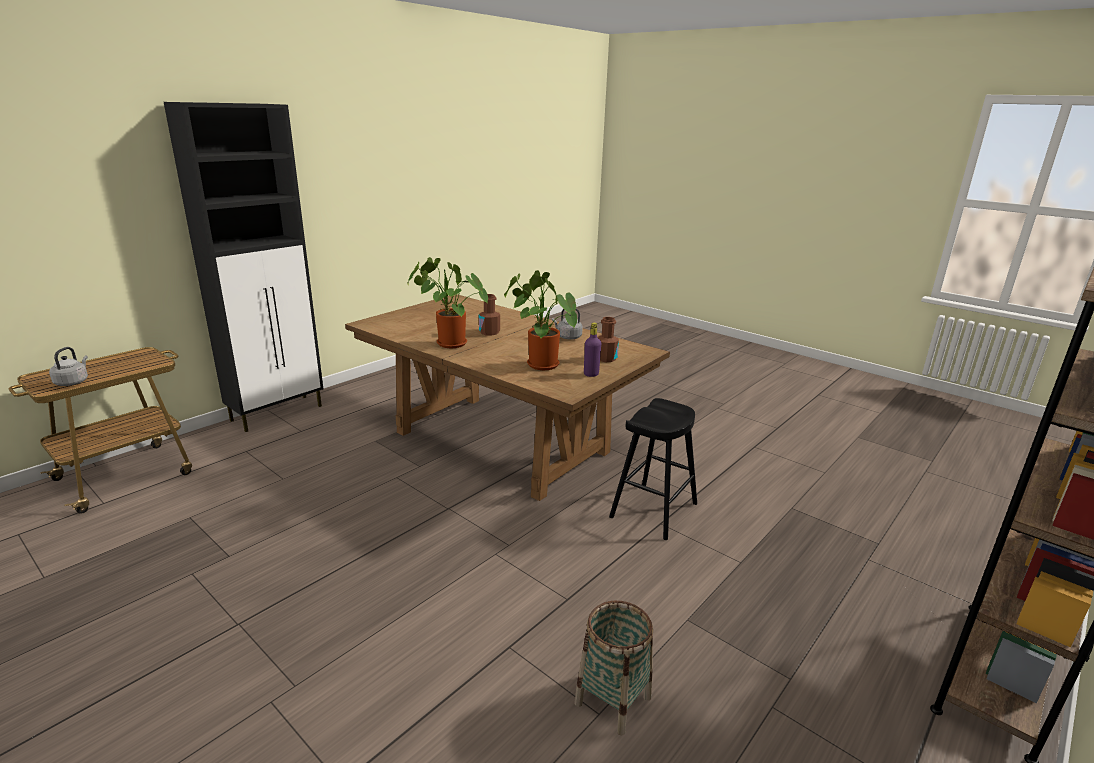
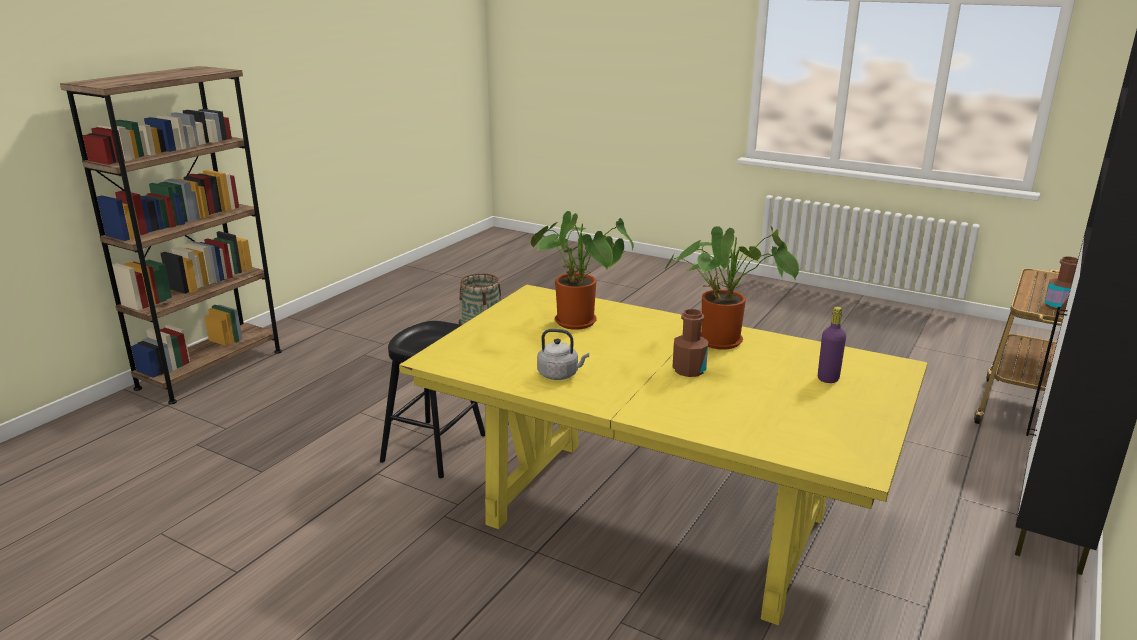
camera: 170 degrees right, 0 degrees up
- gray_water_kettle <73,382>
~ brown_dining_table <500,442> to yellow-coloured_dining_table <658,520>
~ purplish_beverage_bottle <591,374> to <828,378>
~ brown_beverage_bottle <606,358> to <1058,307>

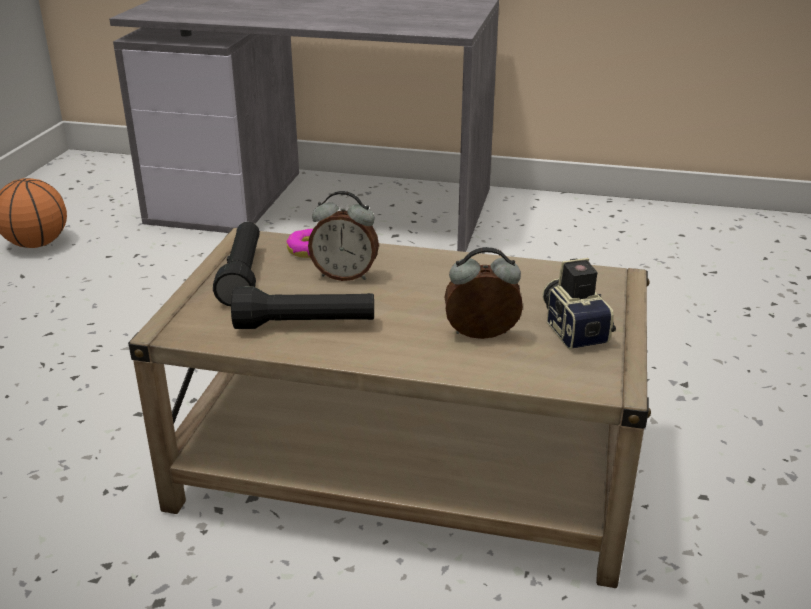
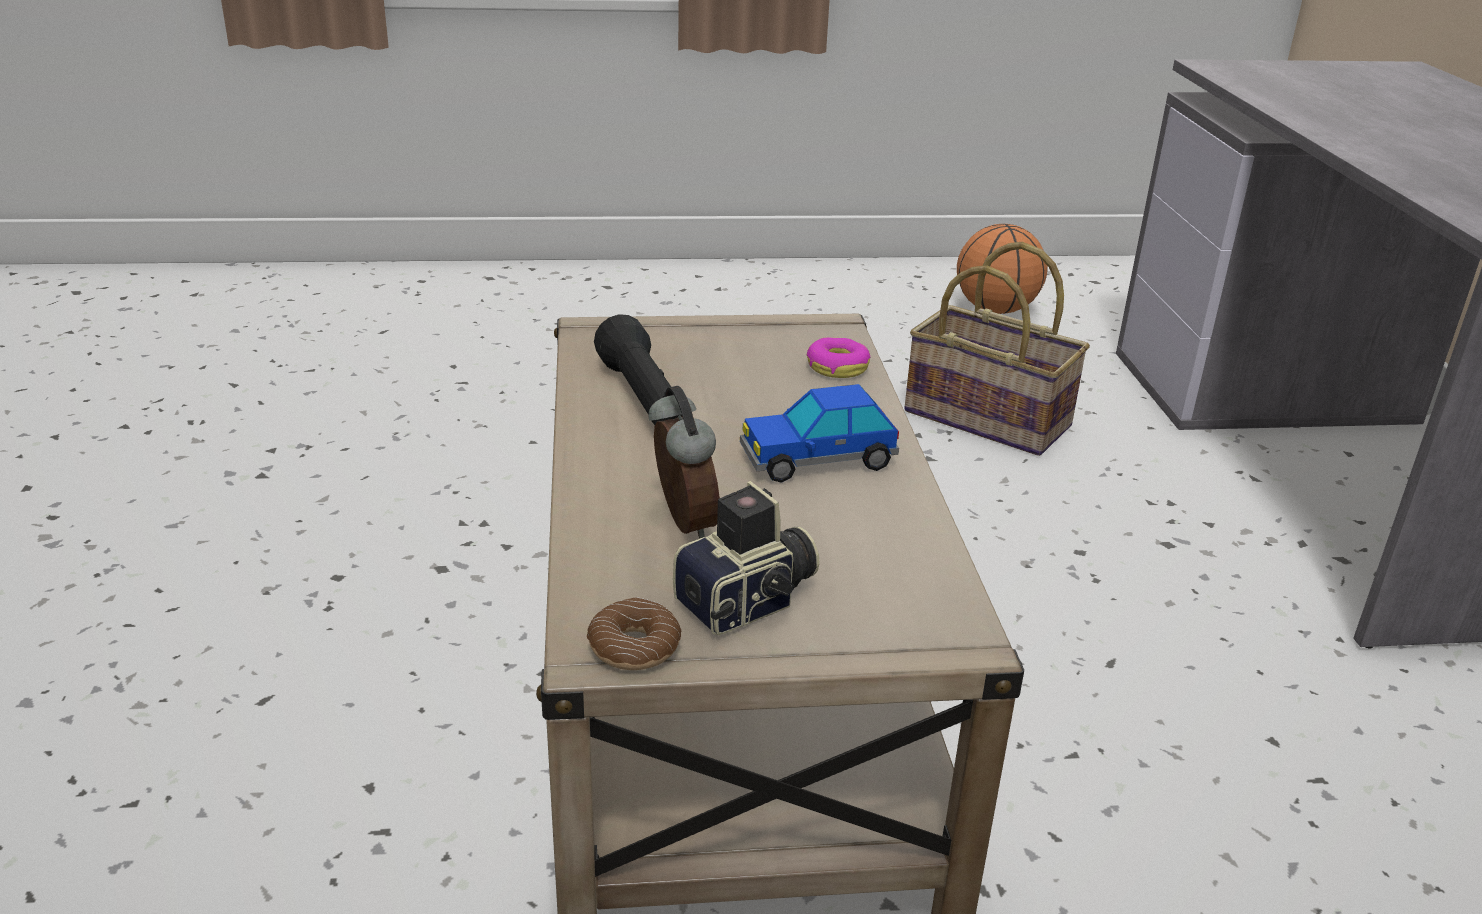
camera: 70 degrees right, 0 degrees up
- black_flashlight <243,275>
- bedside_clock <345,275>
+ donut <634,647>
+ miniature_car <817,459>
+ storage_basket <989,418>

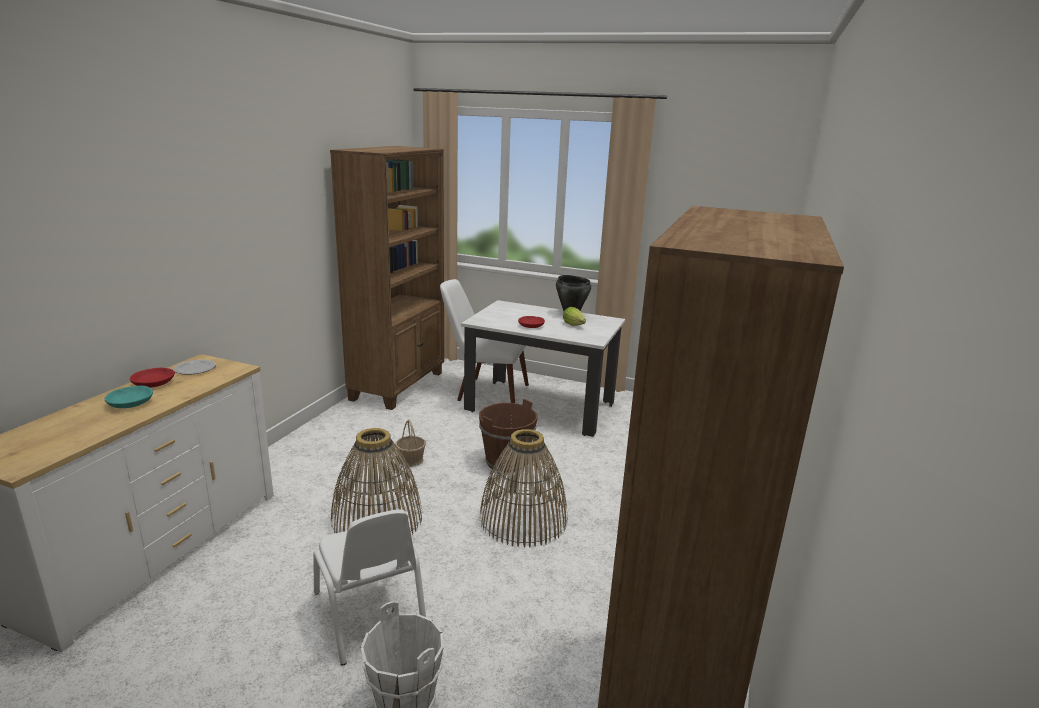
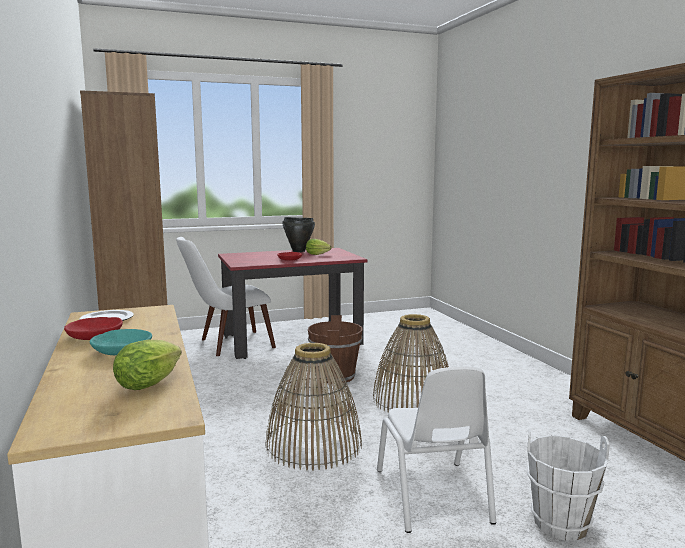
camera: 40 degrees left, 10 degrees down
~ whitish_upright_chair <370,613> = <432,496> 60 degrees clockwise
- storage_basket <411,460>
~ whitish_dining_table <540,407> to red_dining_table <292,340>
+ lettuce <152,383>

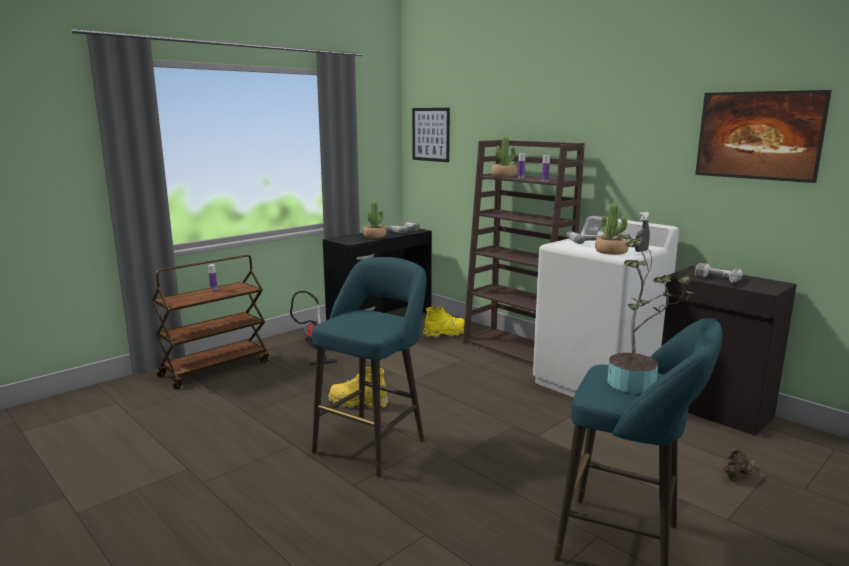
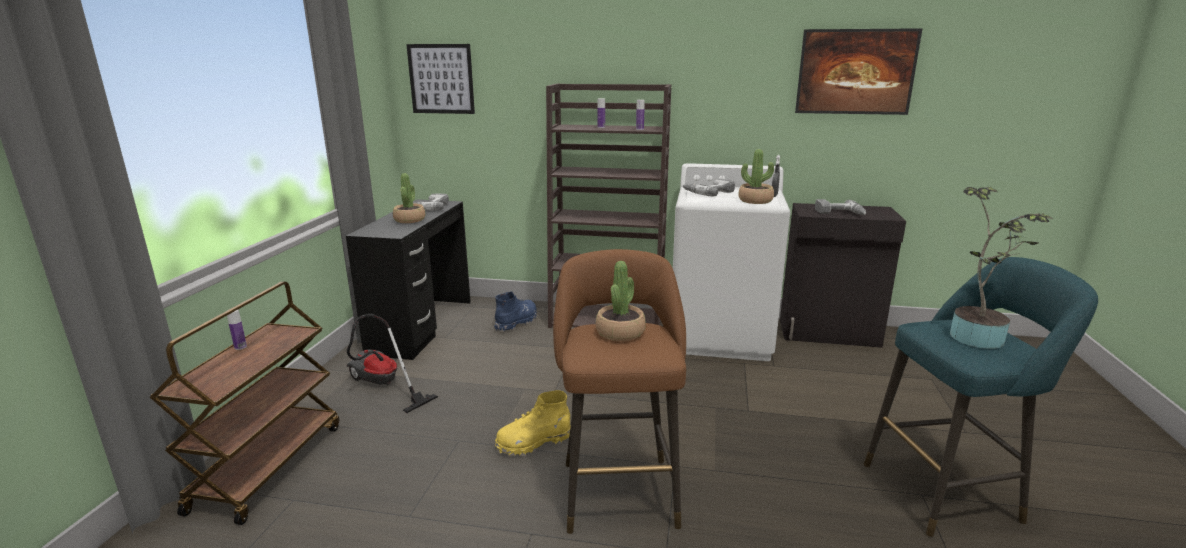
camera: 35 degrees left, 5 degrees up
~ turquoise-coloured_stool <373,443> to brown_stool <618,488>
~ yellow-coloured_boot <445,333> to blue_boot <517,322>
~ potted_plant <503,176> to <620,332>
- brown_shoe <737,475>

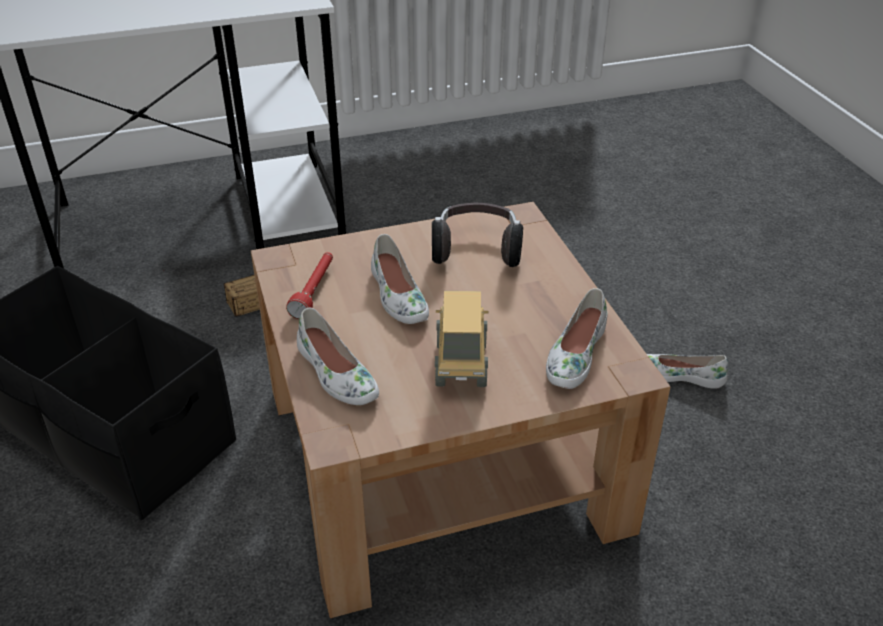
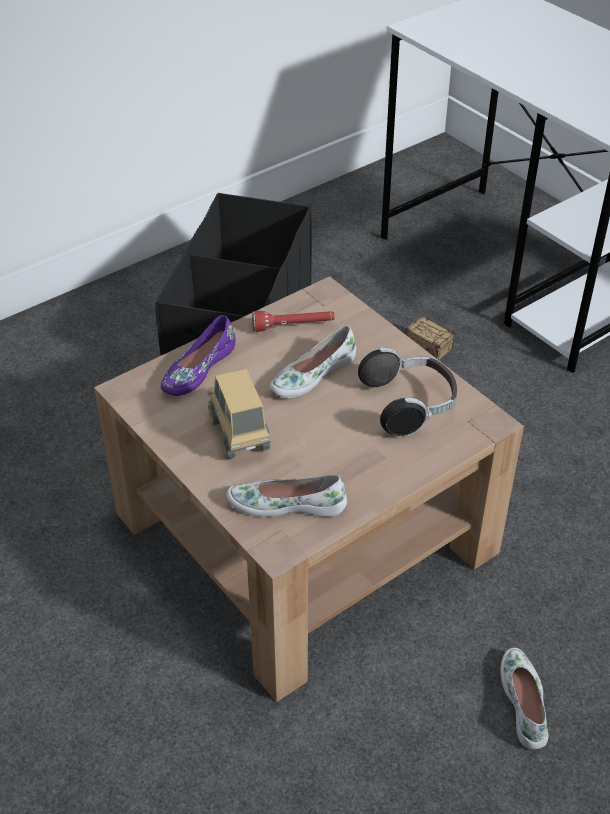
camera: 70 degrees right, 5 degrees up
~ whitish_shoe <335,374> to purplish_shoe <197,368>
~ toy_truck <461,365> = <239,435> 90 degrees counterclockwise

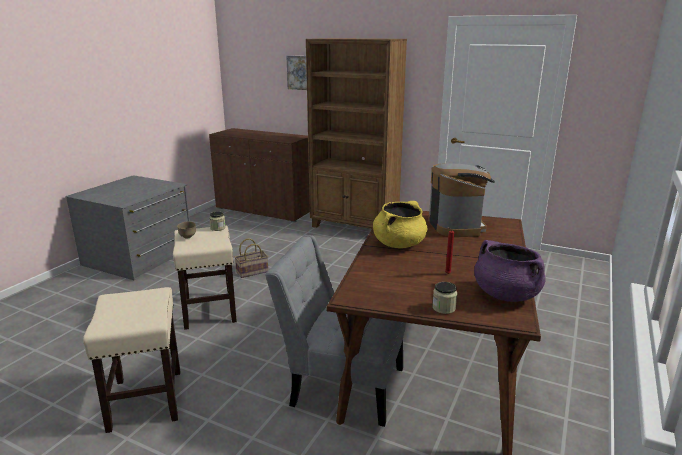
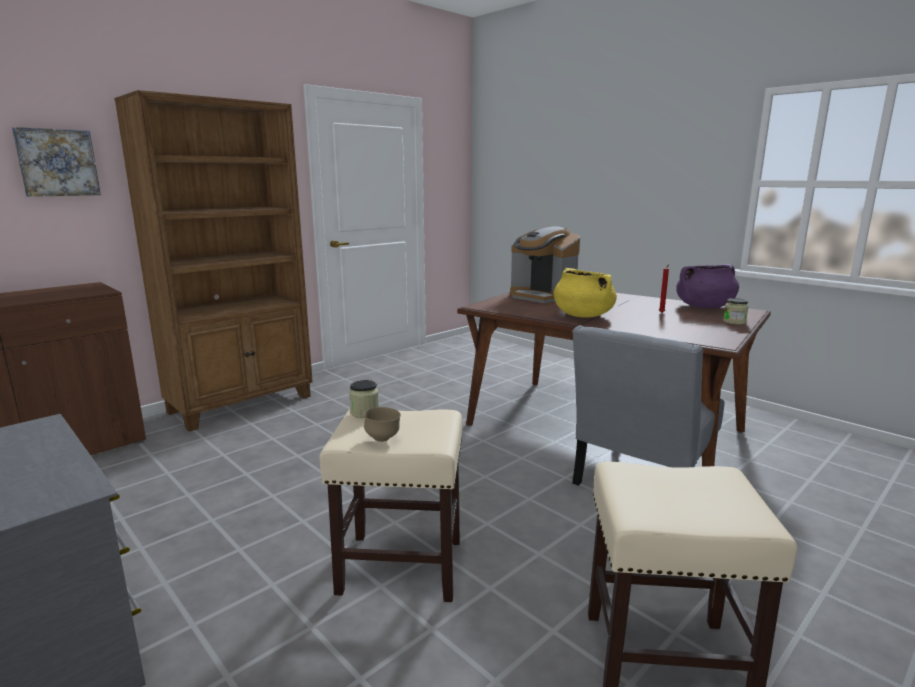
camera: 70 degrees left, 5 degrees down
- storage_basket <252,271>
~ coffee_brewer <456,226> = <542,297> 150 degrees counterclockwise

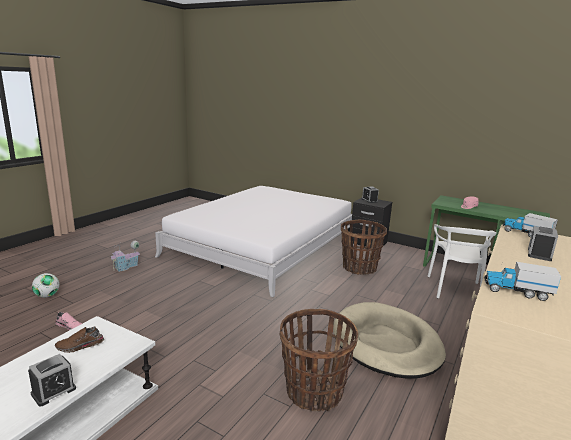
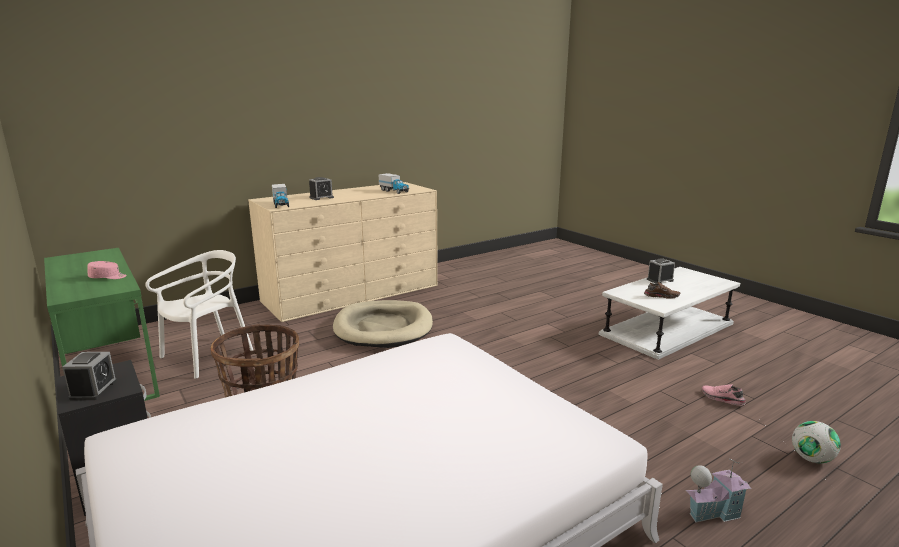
camera: 155 degrees left, 0 degrees up
- storage_basket <313,392>

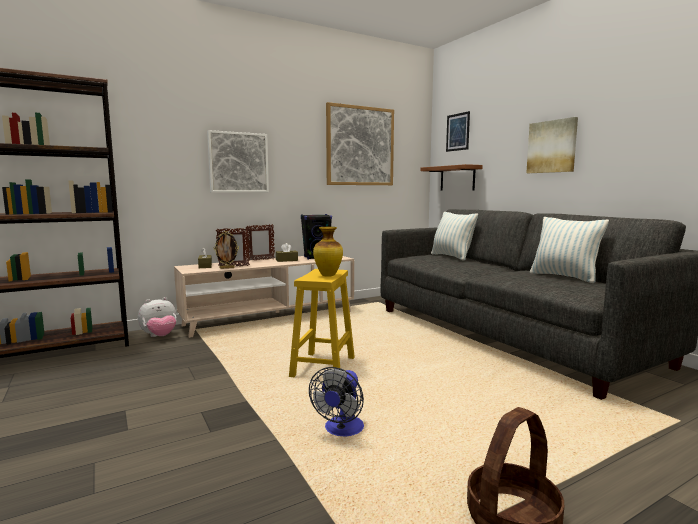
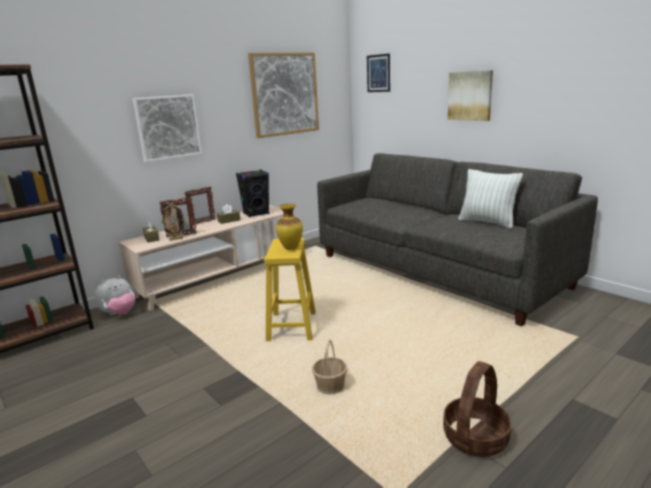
camera: 10 degrees left, 10 degrees up
~ cooling_fan <341,431> to storage_basket <330,386>
- brown_shelf <457,178>
- cushion <452,256>

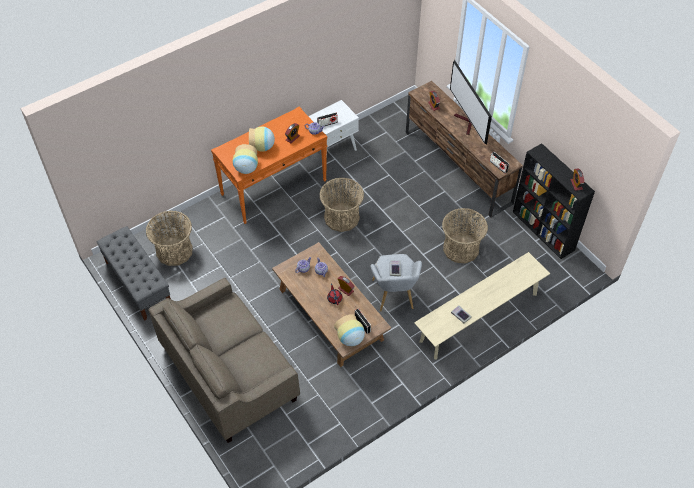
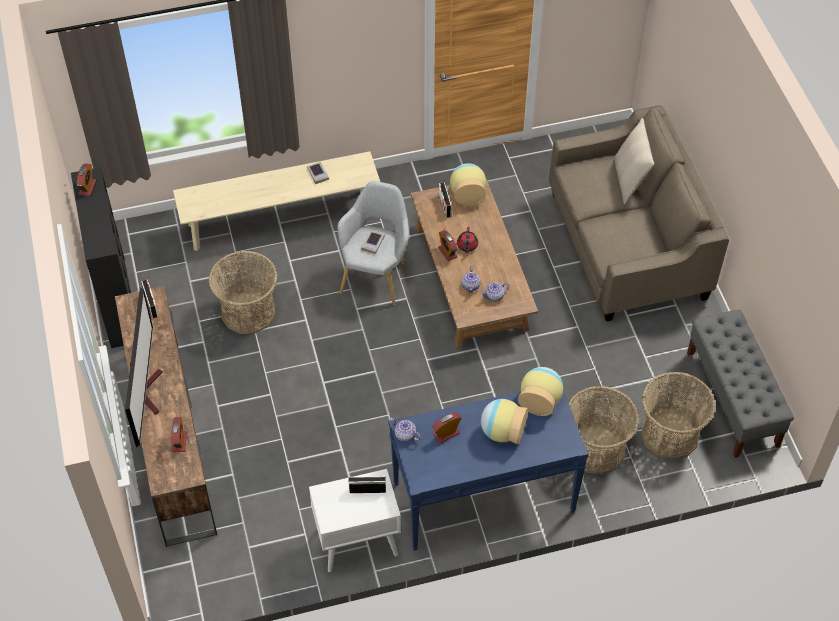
camera: 160 degrees left, 0 degrees up
~ orangey_console_table <274,187> to blue_console_table <483,497>
~ storage_basket <341,217> to <596,448>
+ beige-coloured_cushion <630,180>

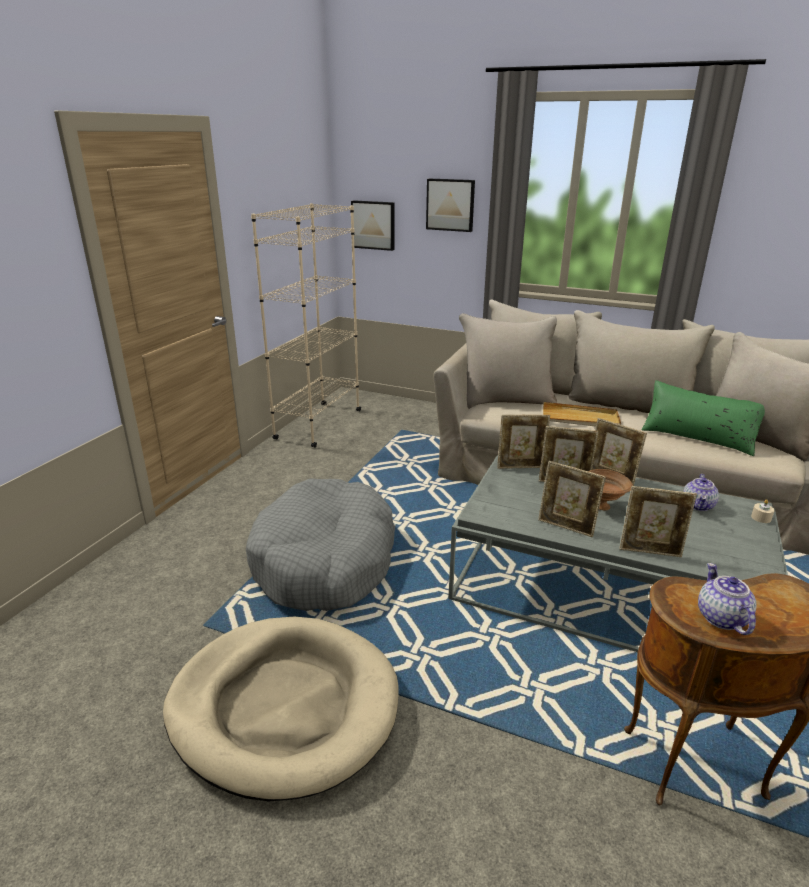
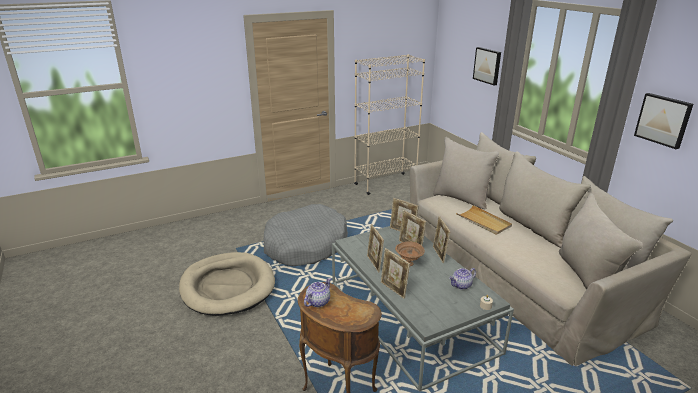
camera: 40 degrees right, 0 degrees up
~ picture <374,225> to <663,120>
- green_cushion <697,438>

